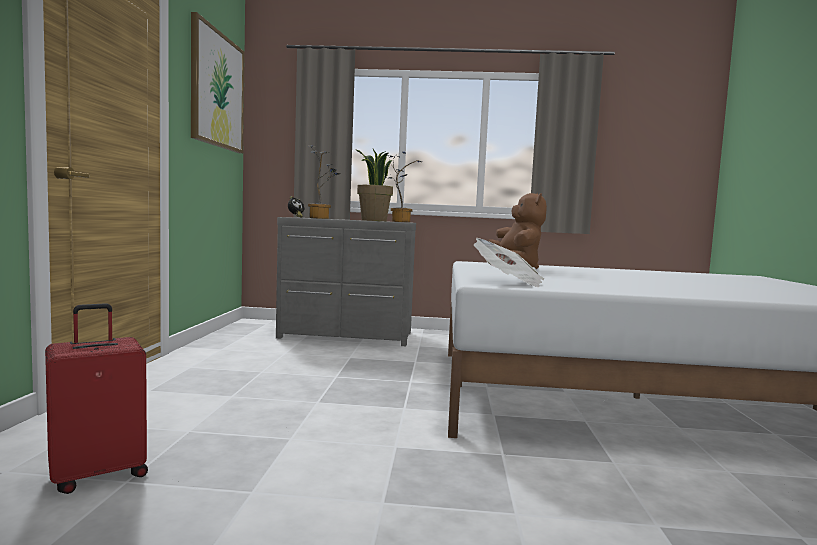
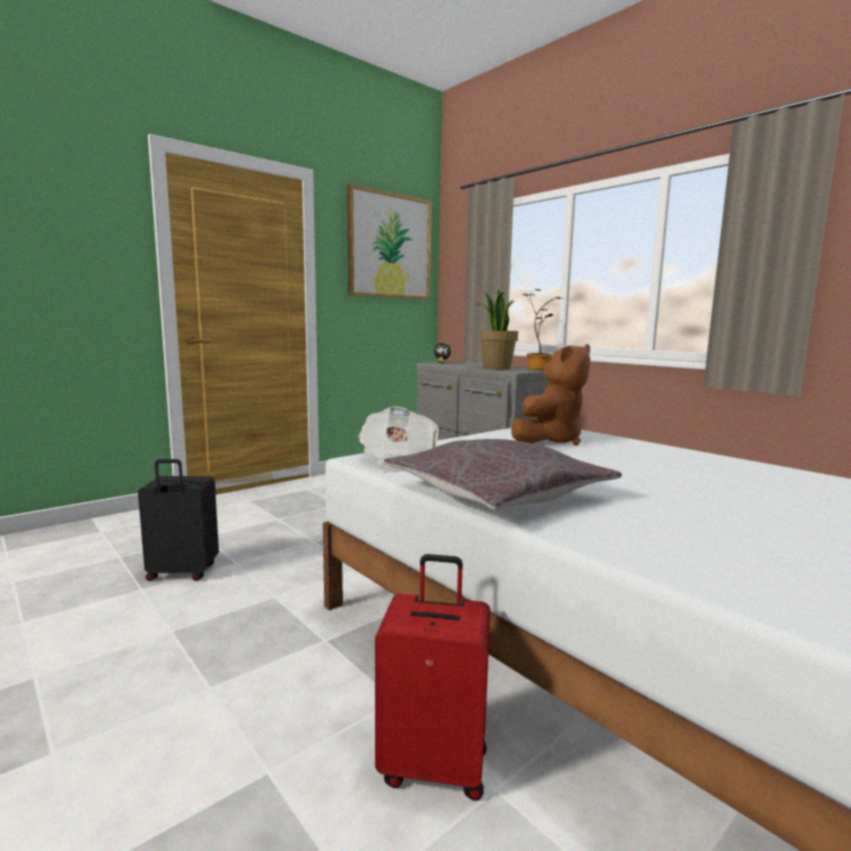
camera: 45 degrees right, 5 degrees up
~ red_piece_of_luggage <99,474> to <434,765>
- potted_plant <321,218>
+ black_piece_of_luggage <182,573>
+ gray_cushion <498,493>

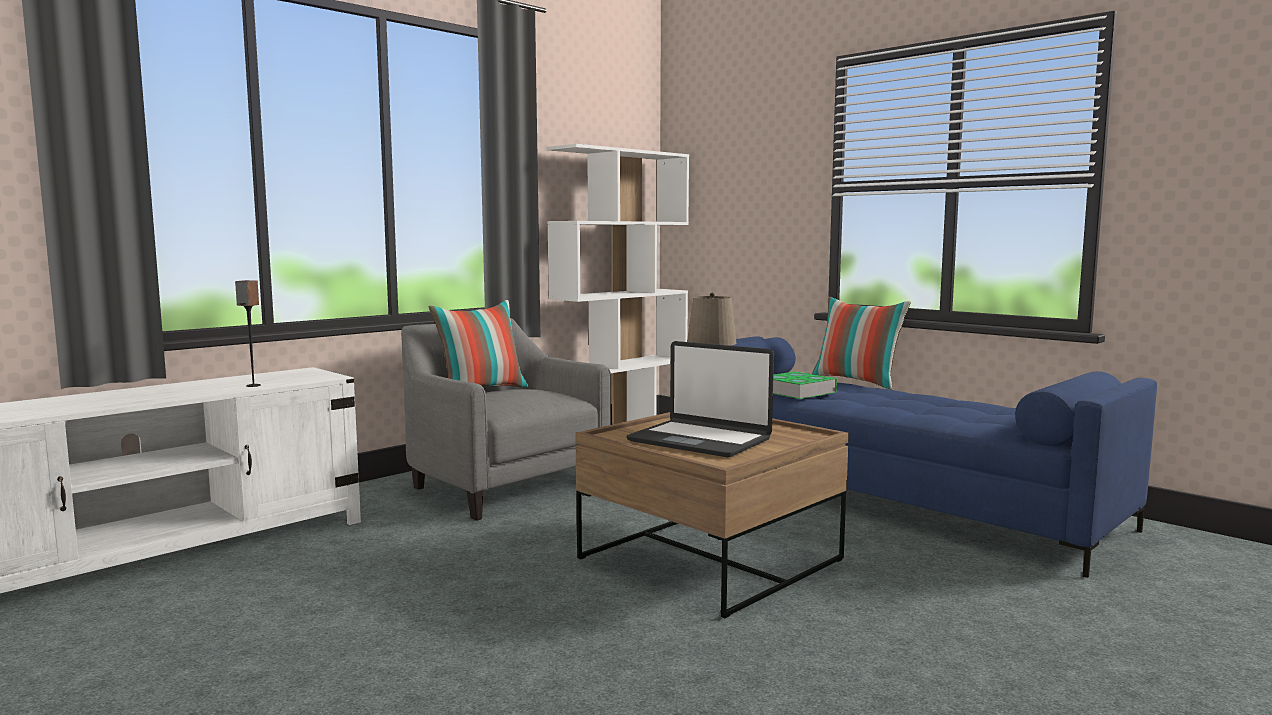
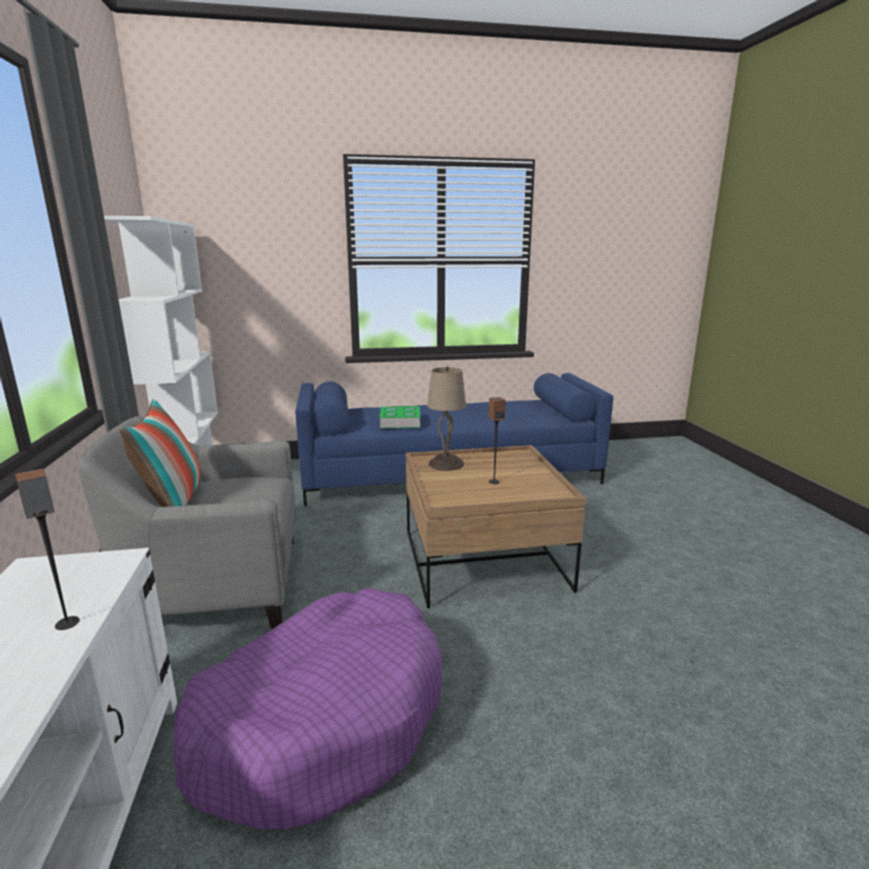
camera: 55 degrees left, 10 degrees up
~ laptop <700,440> to audio_speaker <494,481>
- cushion <857,382>
+ purplish_dog_cushion <323,718>

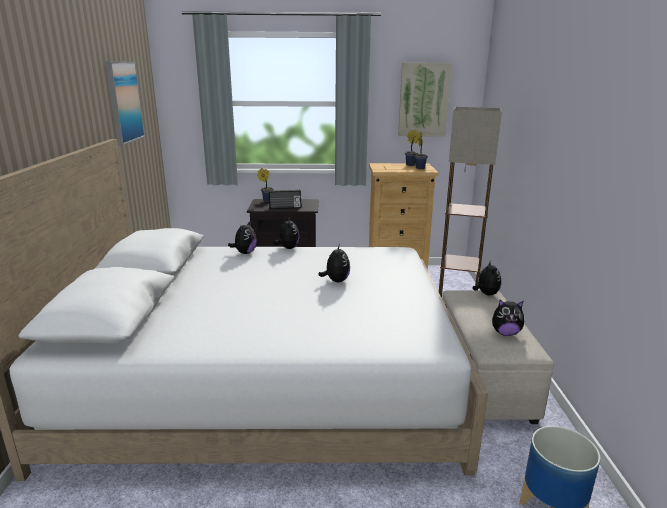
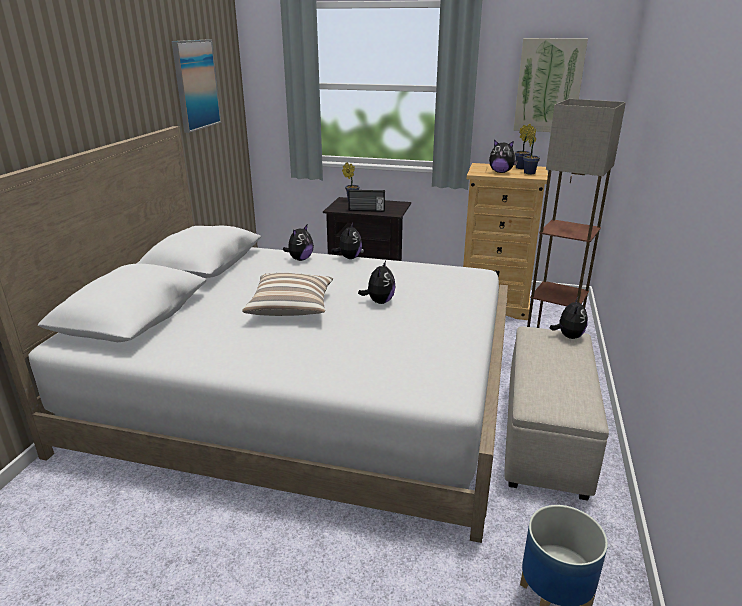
camera: 15 degrees right, 5 degrees up
~ plush_toy <505,333> to <501,172>
+ cushion <291,308>

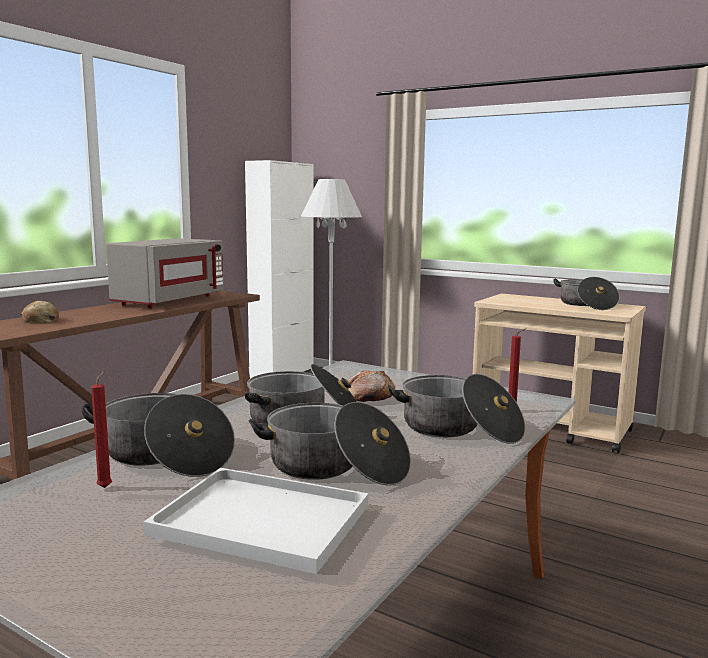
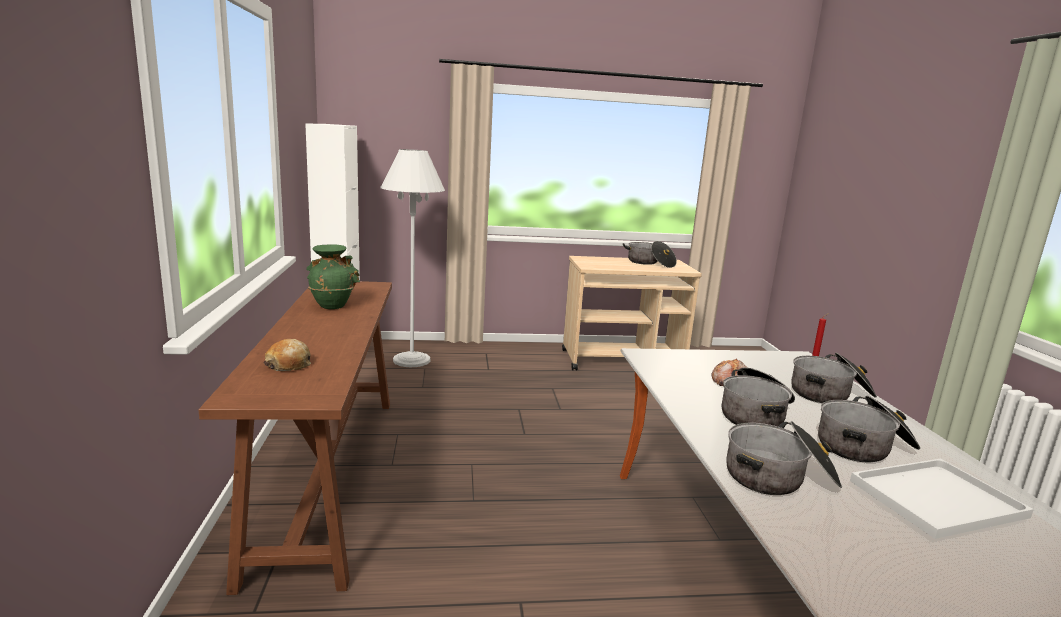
camera: 40 degrees left, 5 degrees up
- red_candle <106,487>
~ gray_microwave <169,301> to green_vase <332,305>

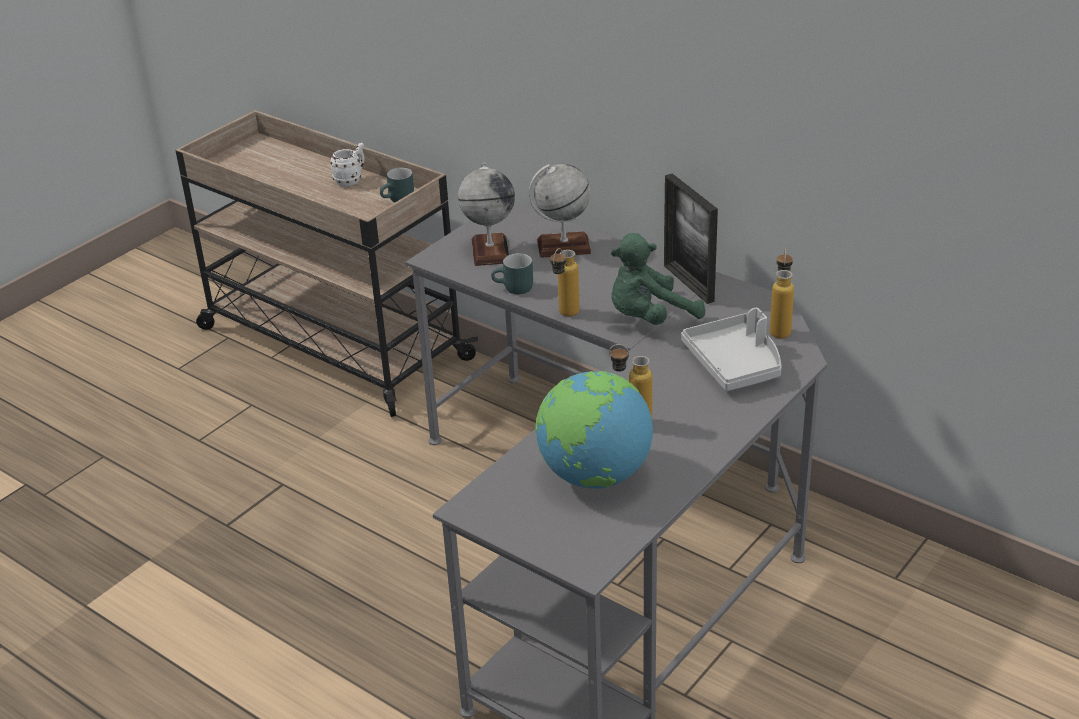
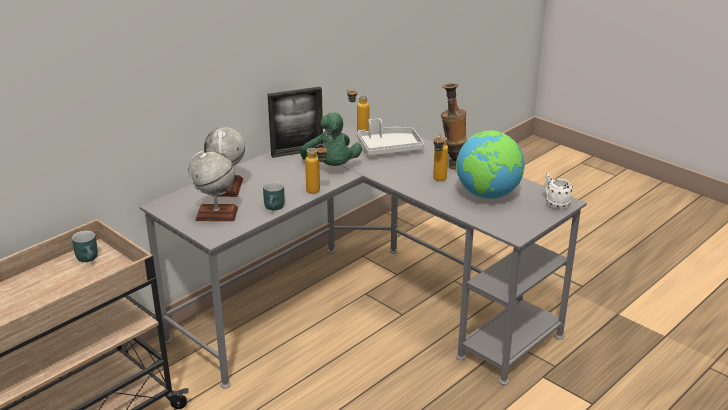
camera: 85 degrees left, 5 degrees down
~ whitish_mug <351,180> to <554,204>
+ vase <452,165>

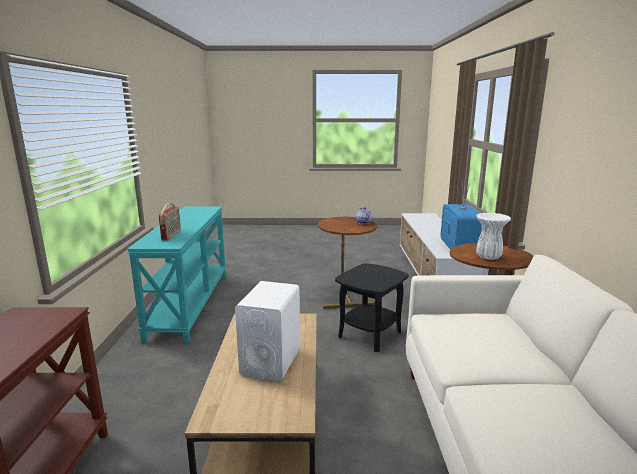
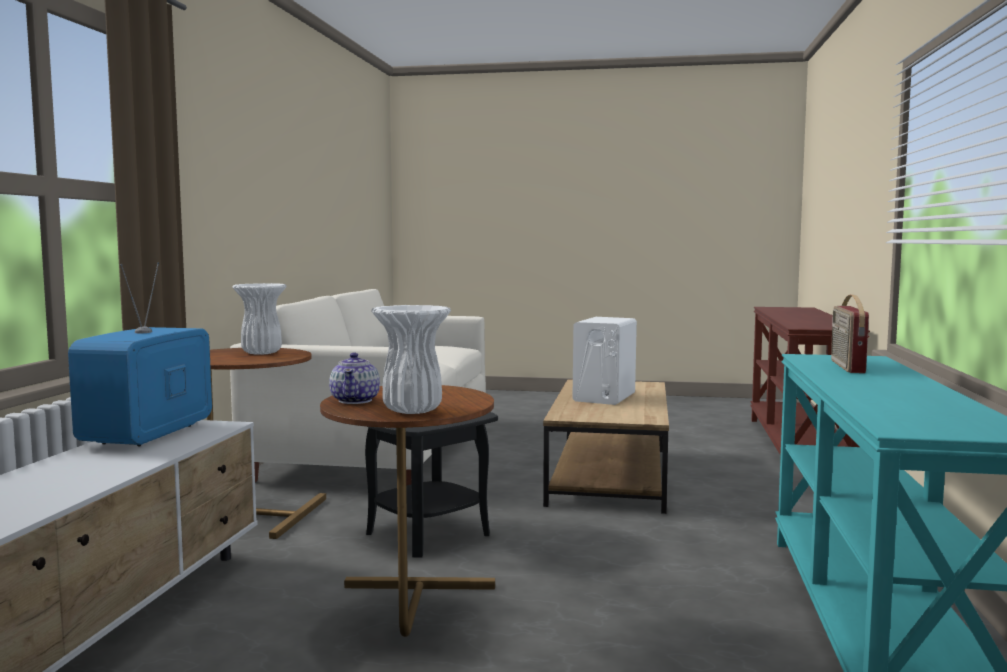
camera: 170 degrees left, 10 degrees down
+ whitish_vase <411,410>

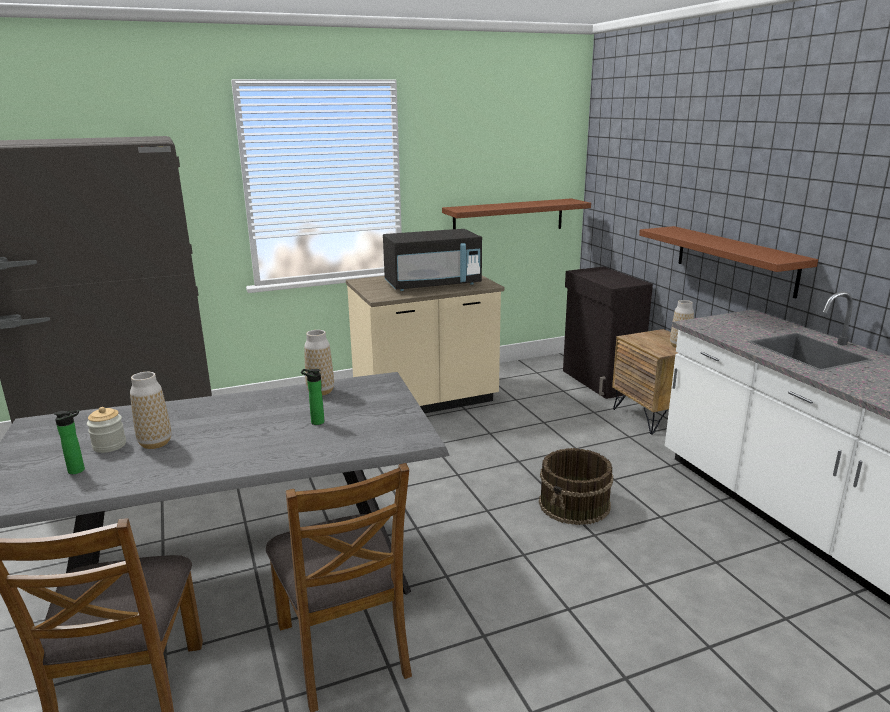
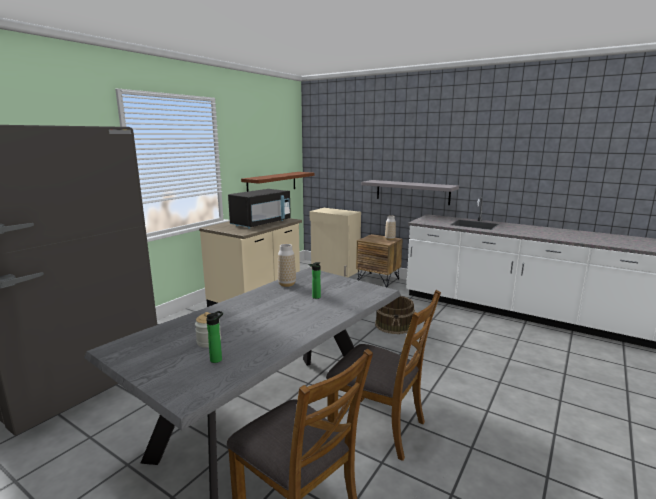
camera: 35 degrees left, 5 degrees down
- vase <155,443>
~ black_cabinet <600,381> to beige-coloured_cabinet <335,270>
~ brown_shelf <734,260> to gray_shelf <412,192>

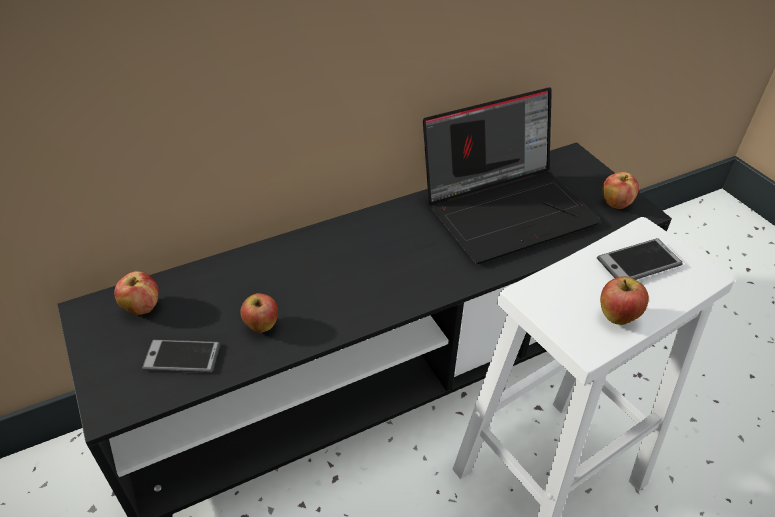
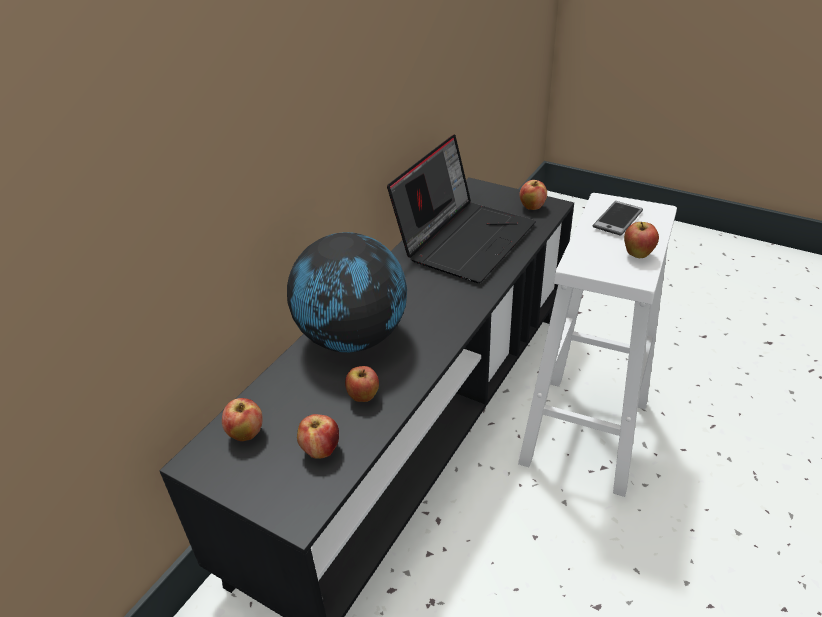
camera: 30 degrees left, 5 degrees down
~ phone <182,357> to apple_fruit <321,450>
+ world_globe <353,338>

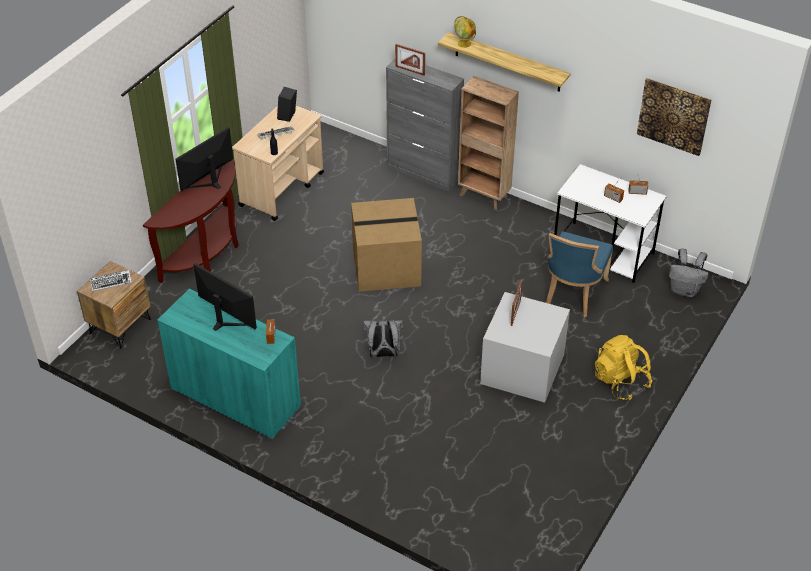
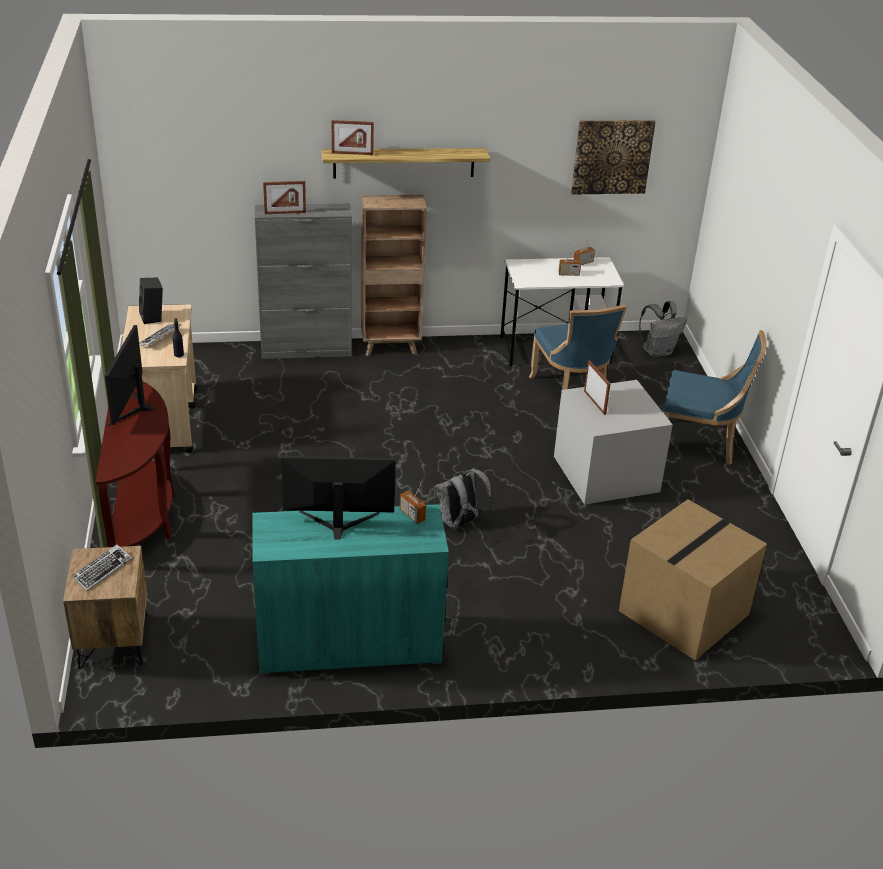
camera: 40 degrees left, 10 degrees down
~ cardboard_box <387,266> to <683,611>
~ world_globe <464,44> to picture_frame <352,153>
~ yellow-coloured_knapsack <620,381> to blue_upright_chair <699,444>

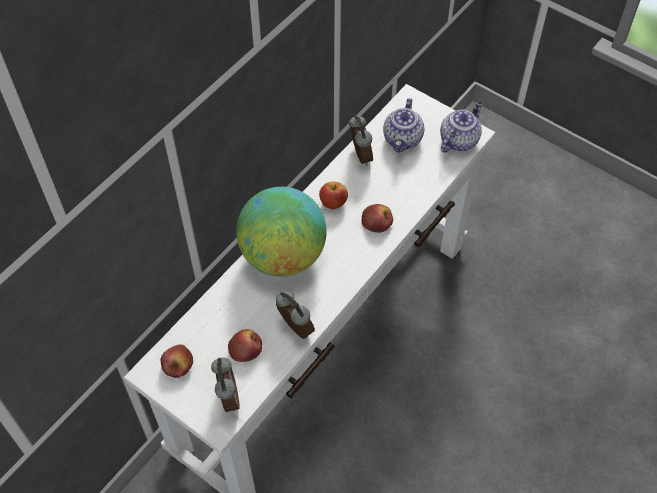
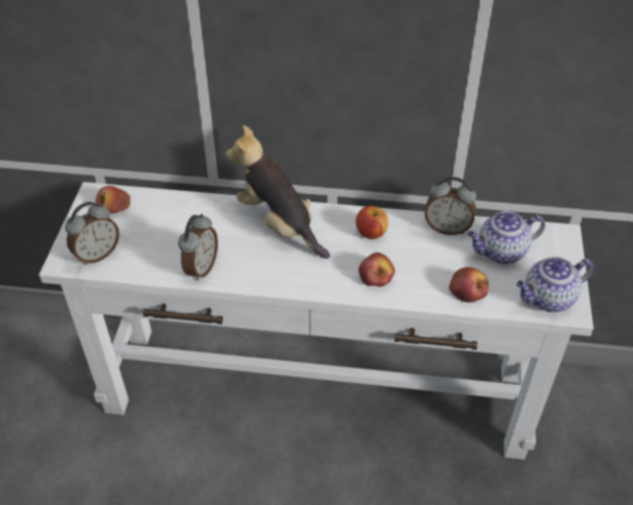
camera: 60 degrees right, 10 degrees down
~ apple_fruit <246,348> to <468,290>
~ world_globe <283,256> to plush_toy <279,224>
~ bedside_clock <359,156> = <447,228> 60 degrees clockwise
~ teapot <459,140> = <547,299> 150 degrees clockwise

